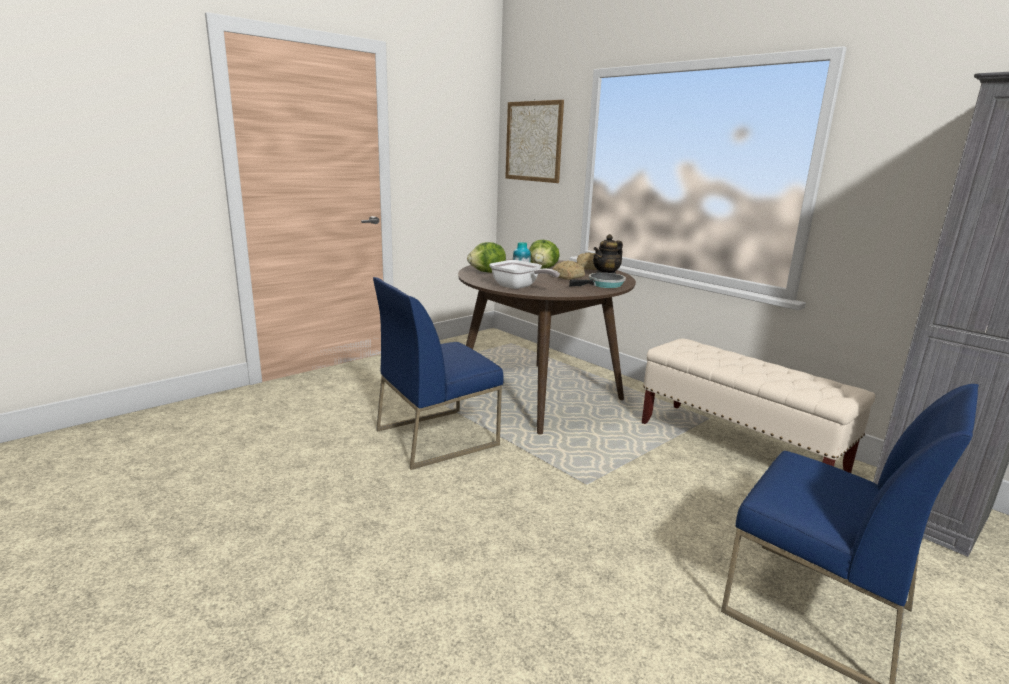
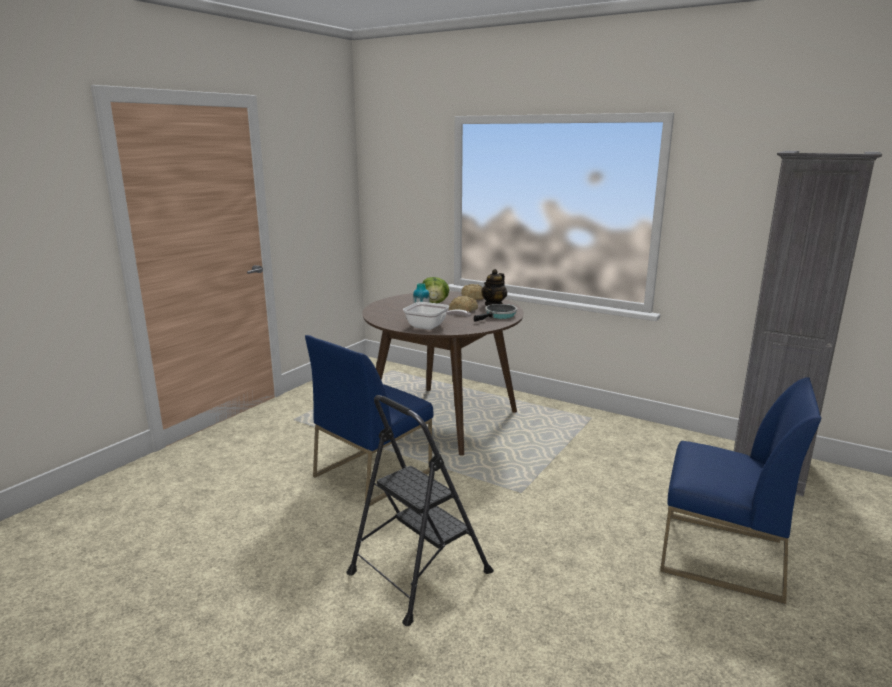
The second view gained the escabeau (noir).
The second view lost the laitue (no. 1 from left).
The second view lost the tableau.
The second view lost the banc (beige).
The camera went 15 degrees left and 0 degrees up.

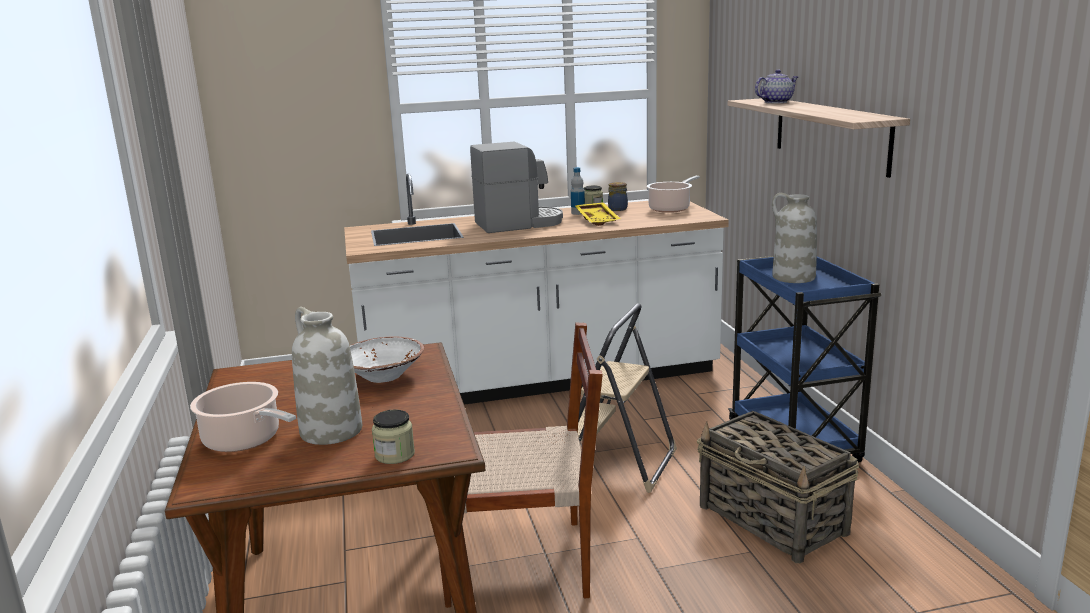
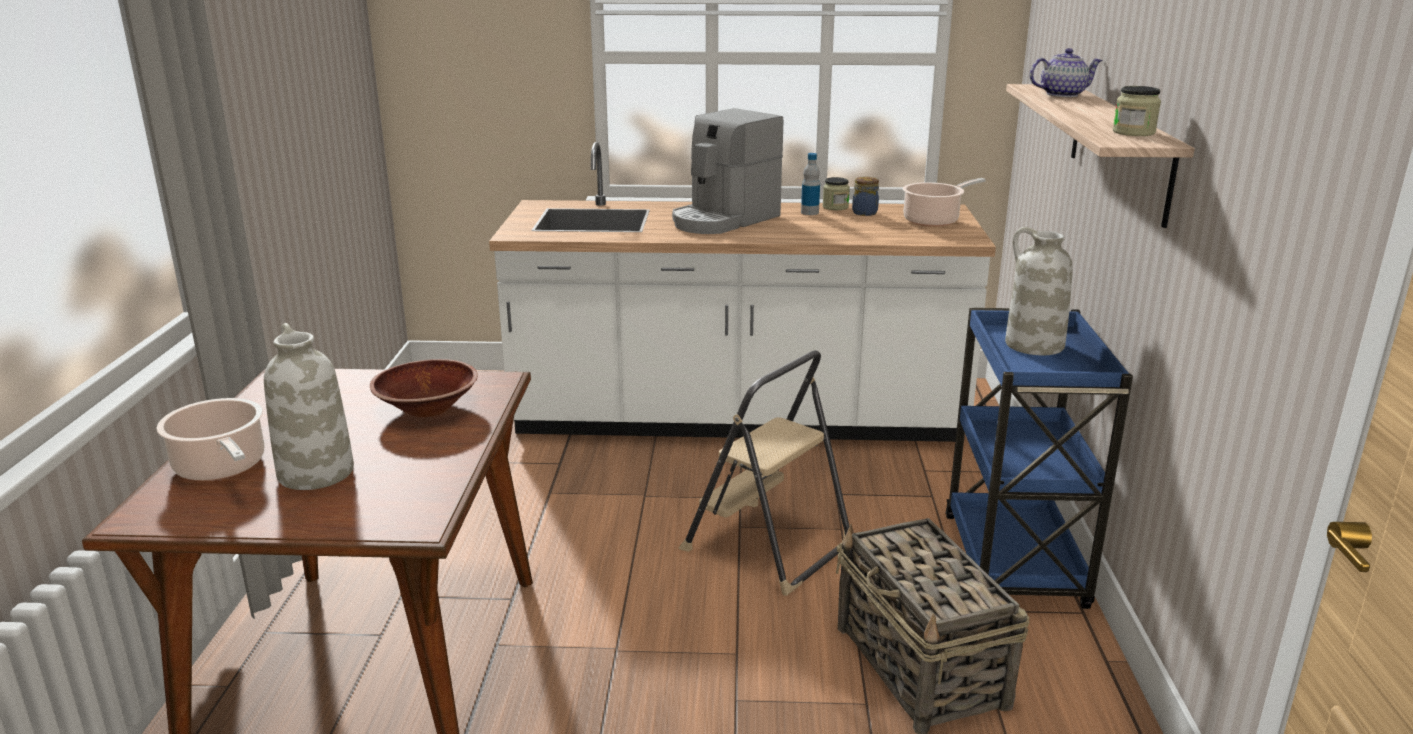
What was the bol (blanc) turned into the bol (marron).
The machine à café ended up facing another way, 135 degrees clockwise from before.
The bocal (no. 1 from left in the first image) ended up elsewhere.
The second view lost the chaise.
The second view lost the plateau (jaune).
The camera went 15 degrees right and 5 degrees up.

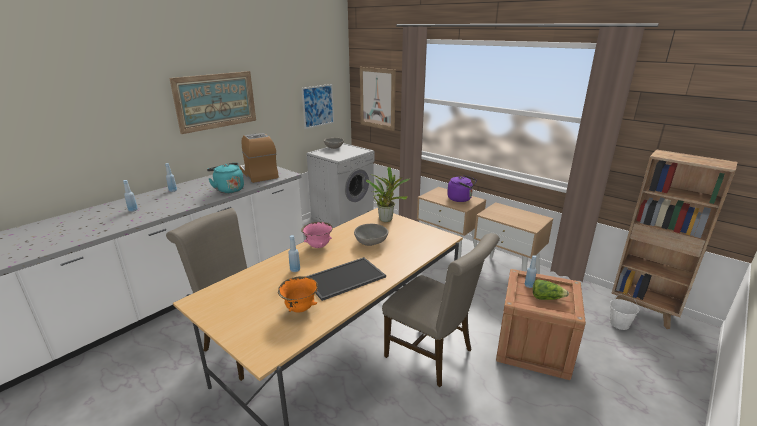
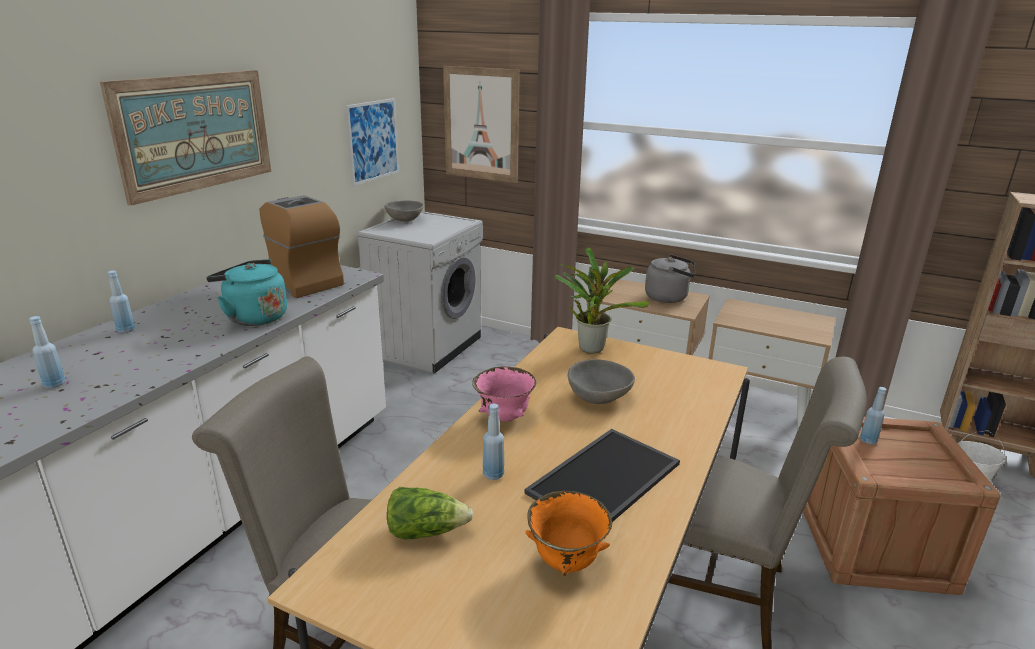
The laitue ended up elsewhere.
What was the bouilloire (violet) turned into the bouilloire (gris).
The camera went 15 degrees left and 0 degrees up.

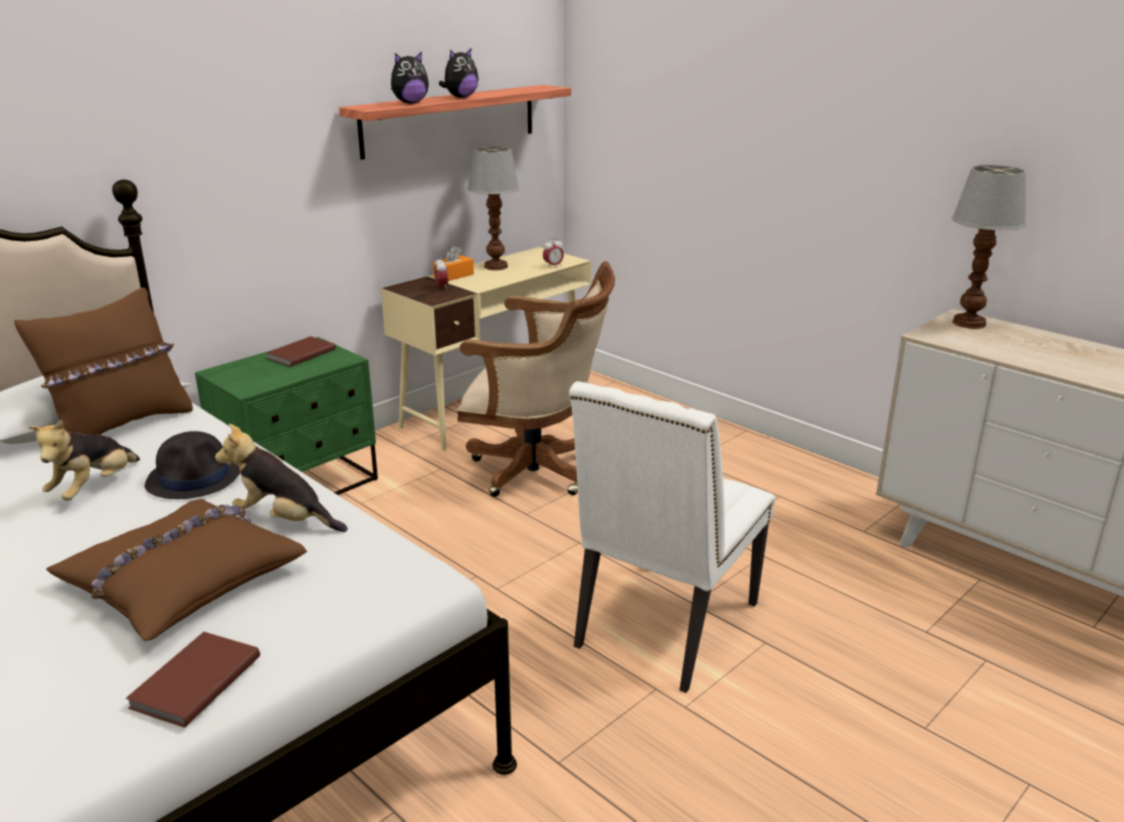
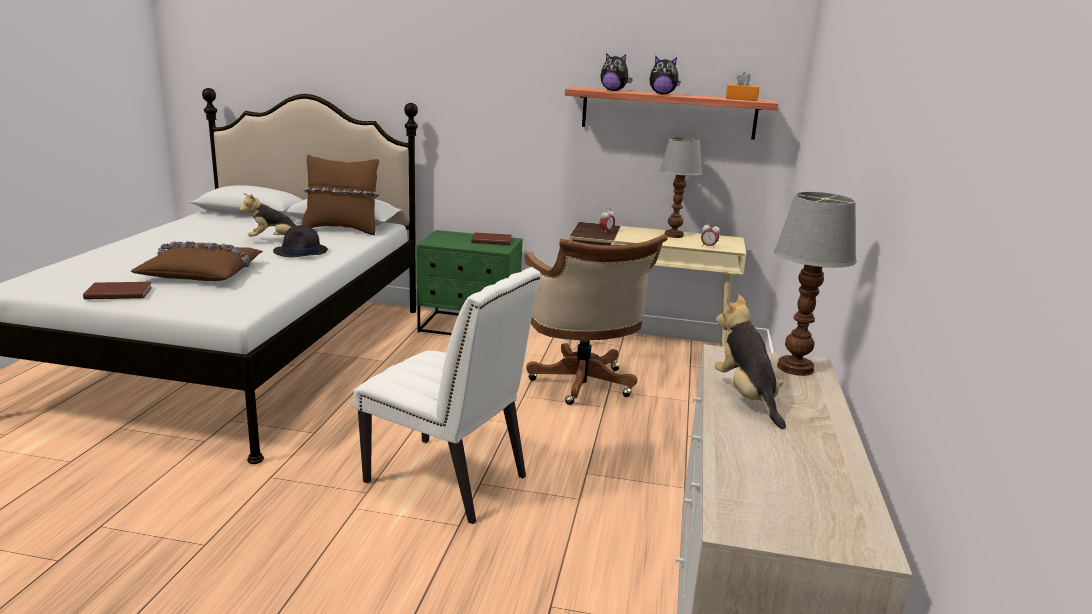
The chaise (blanc) ended up facing another way, 150 degrees counterclockwise from before.
The peluche (no. 2 from left in the first image) ended up elsewhere.
The boîte à mouchoirs (orange) ended up elsewhere.
The camera went 55 degrees right and 5 degrees down.

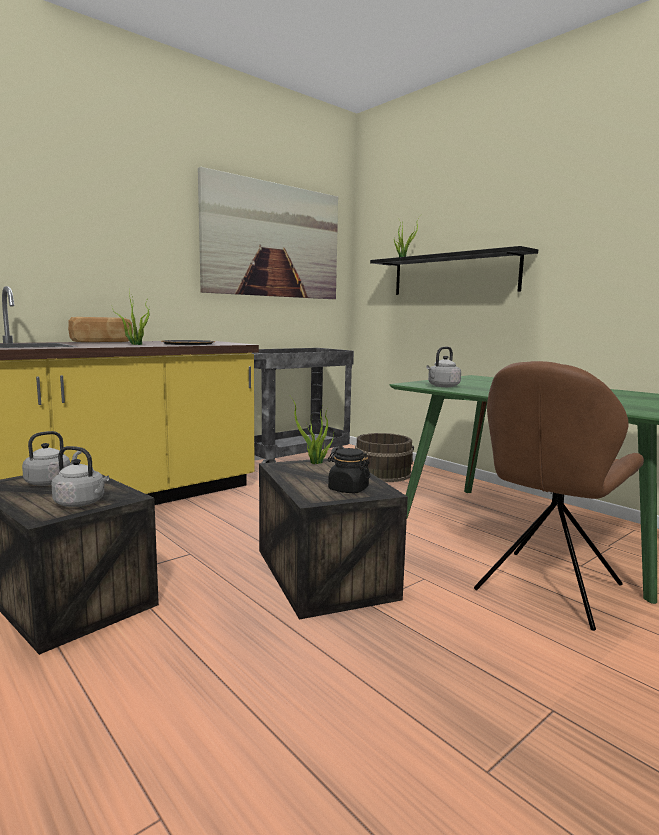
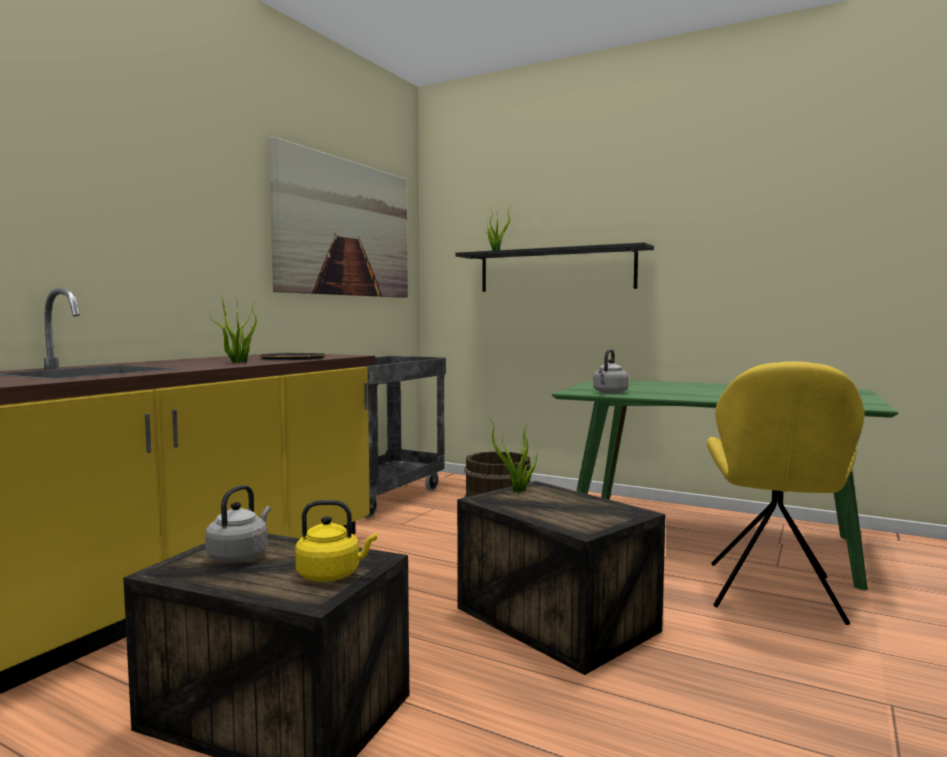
What was the bouilloire (gris) (no. 2 from left) turned into the bouilloire (jaune).
What was the chaise (marron) turned into the chaise (jaune).
The second view lost the pain.
The second view lost the bocal (noir).
The camera went 20 degrees left and 5 degrees down.

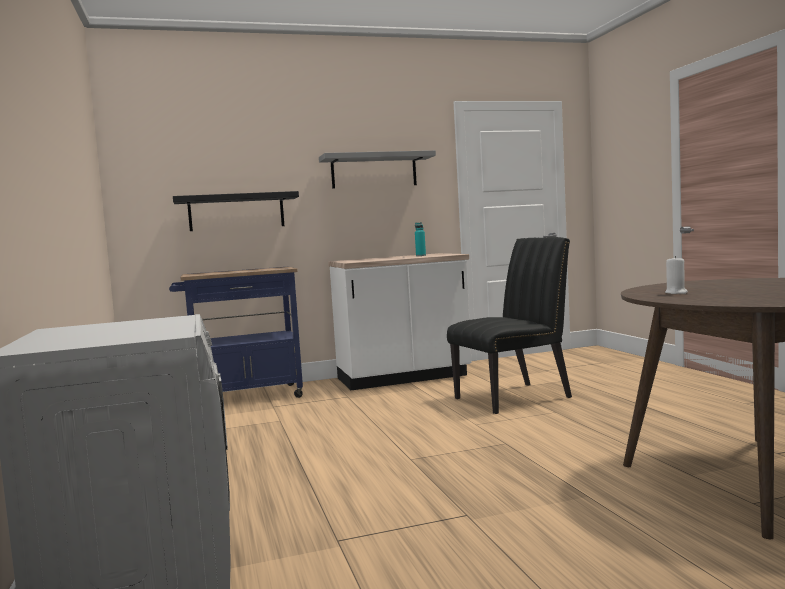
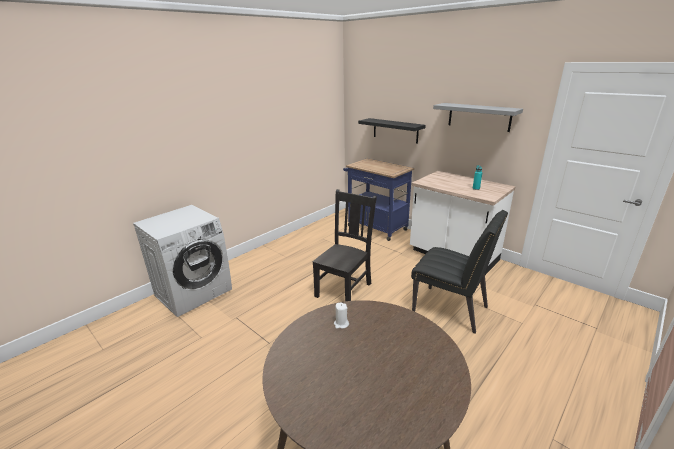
The second view gained the chaise (noir) (no. 1 from left).
The camera went 60 degrees right and 20 degrees up.

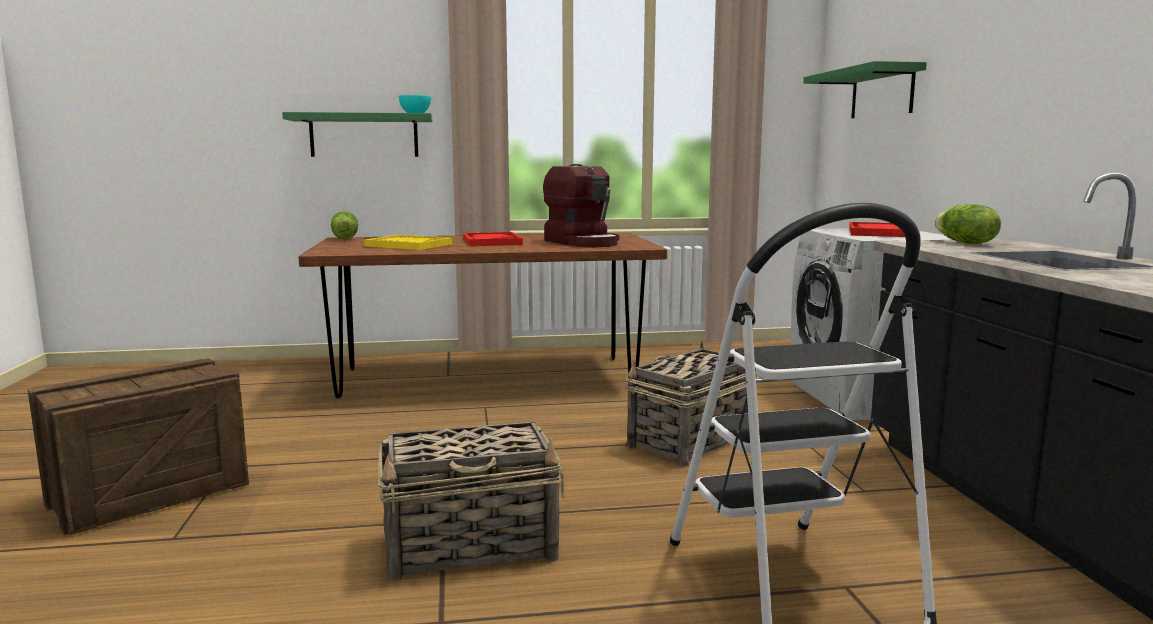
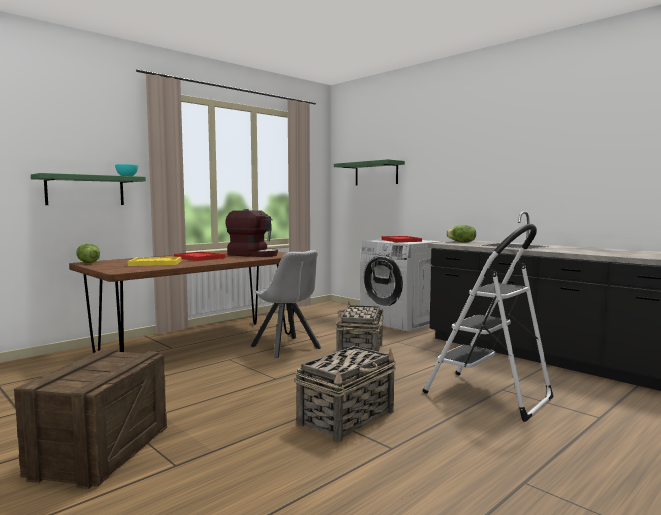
The second view gained the chaise (gris).
The camera went 35 degrees left and 5 degrees down.

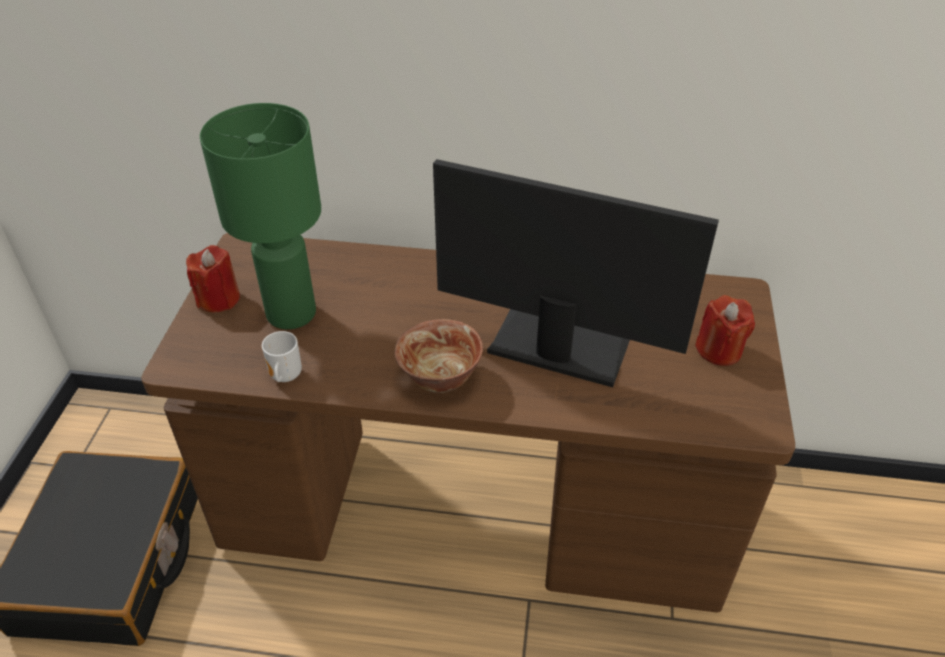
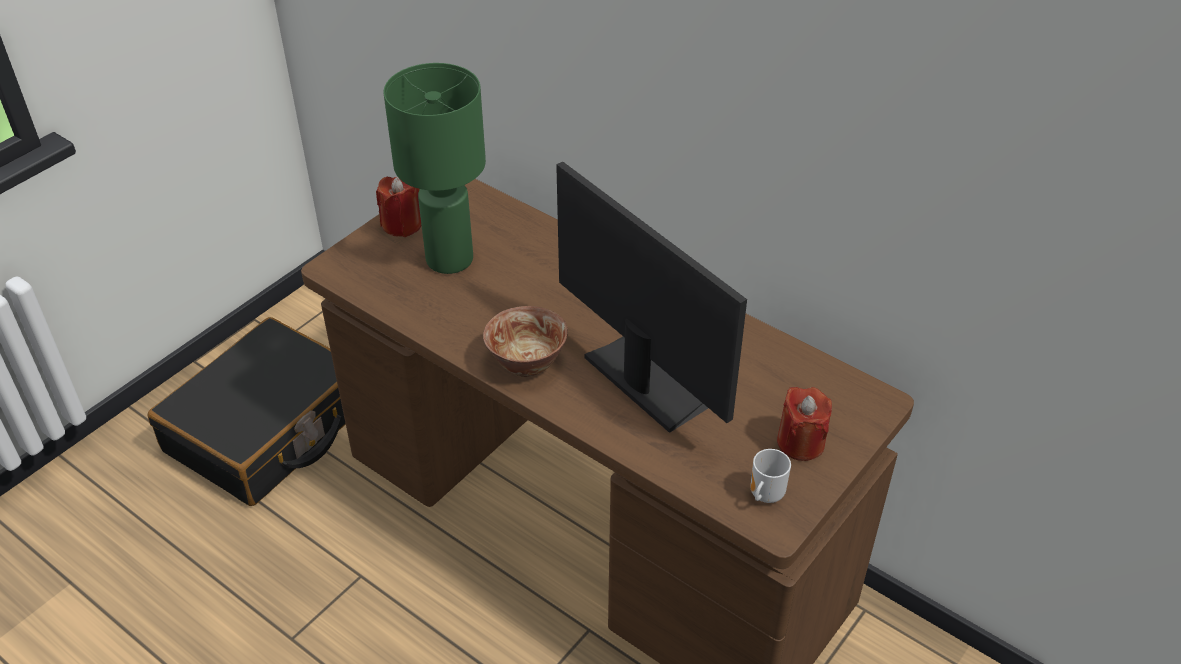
The mug ended up elsewhere.
The camera went 30 degrees right and 0 degrees up.

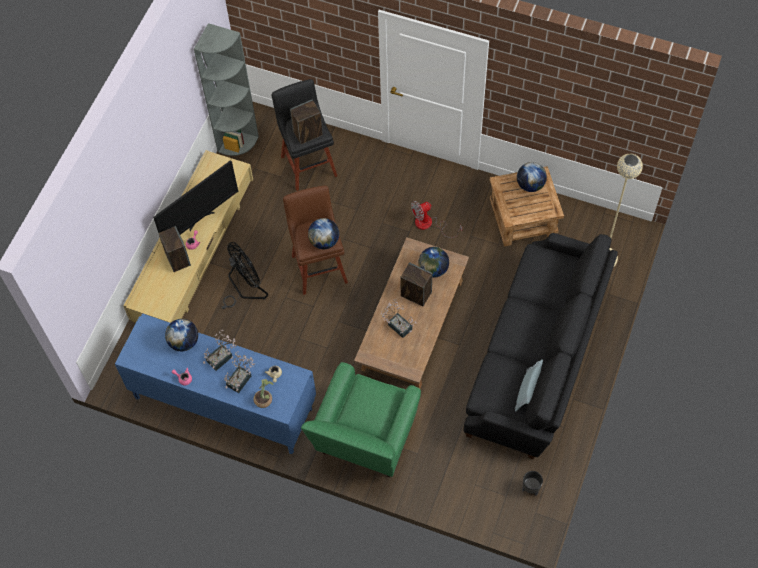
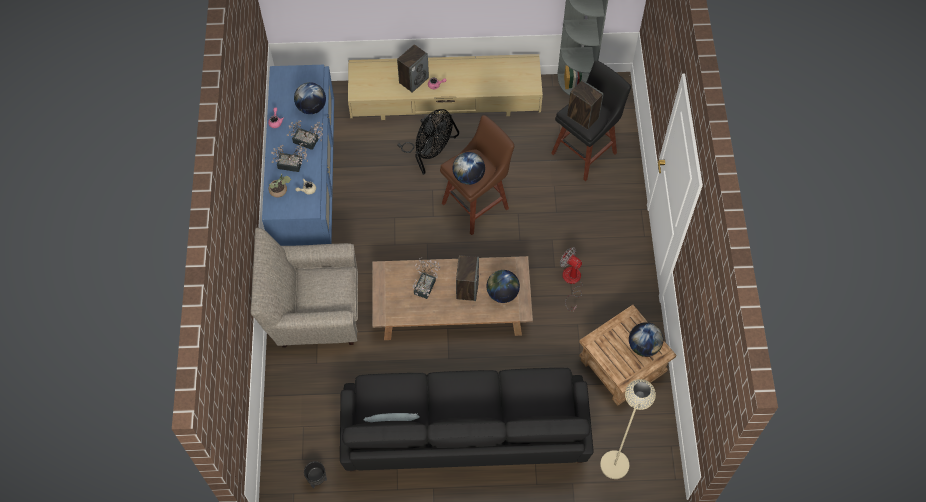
What was the fauteuil (vert) turned into the fauteuil (beige).
The second view lost the téléviseur.
The camera went 65 degrees right and 0 degrees up.

